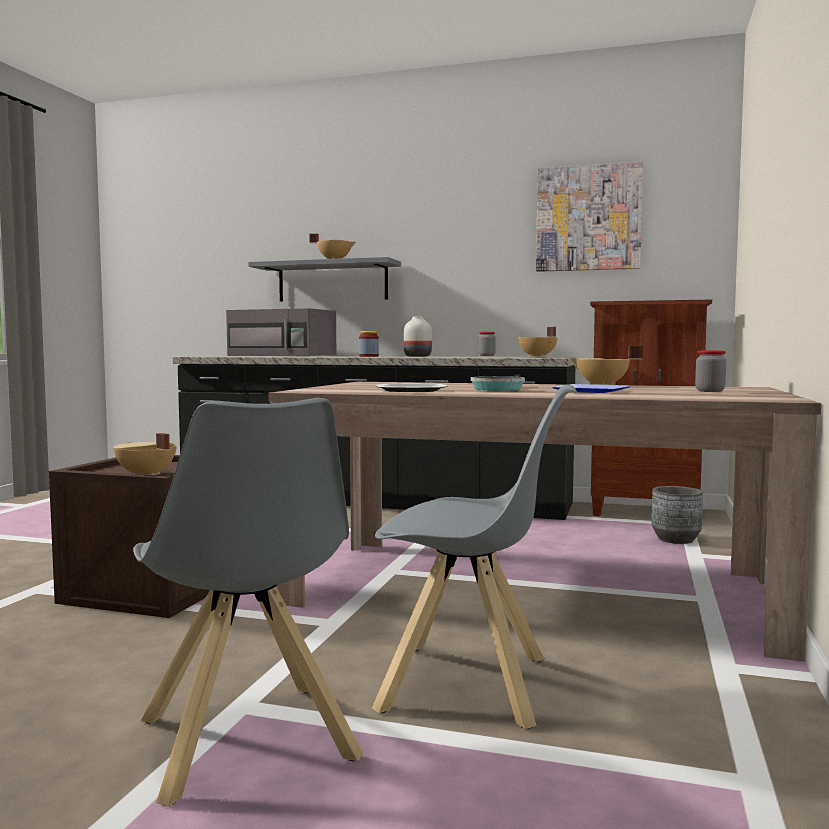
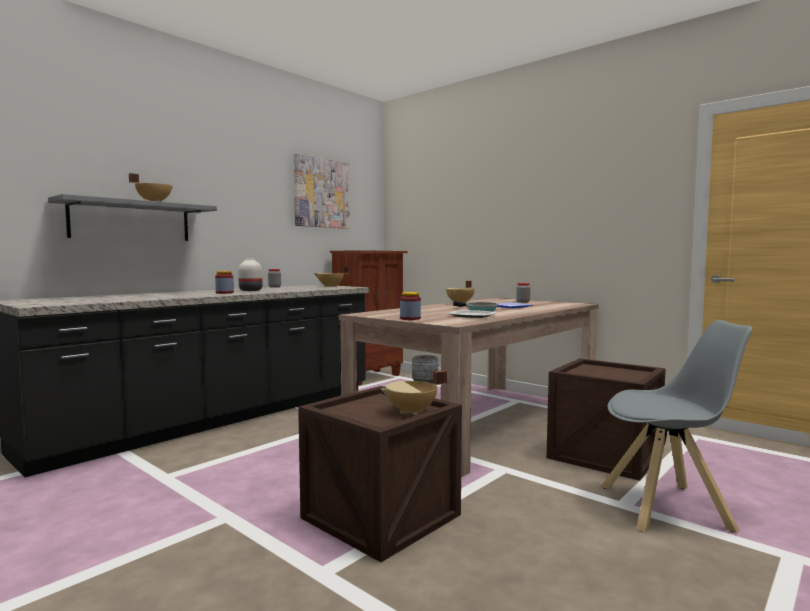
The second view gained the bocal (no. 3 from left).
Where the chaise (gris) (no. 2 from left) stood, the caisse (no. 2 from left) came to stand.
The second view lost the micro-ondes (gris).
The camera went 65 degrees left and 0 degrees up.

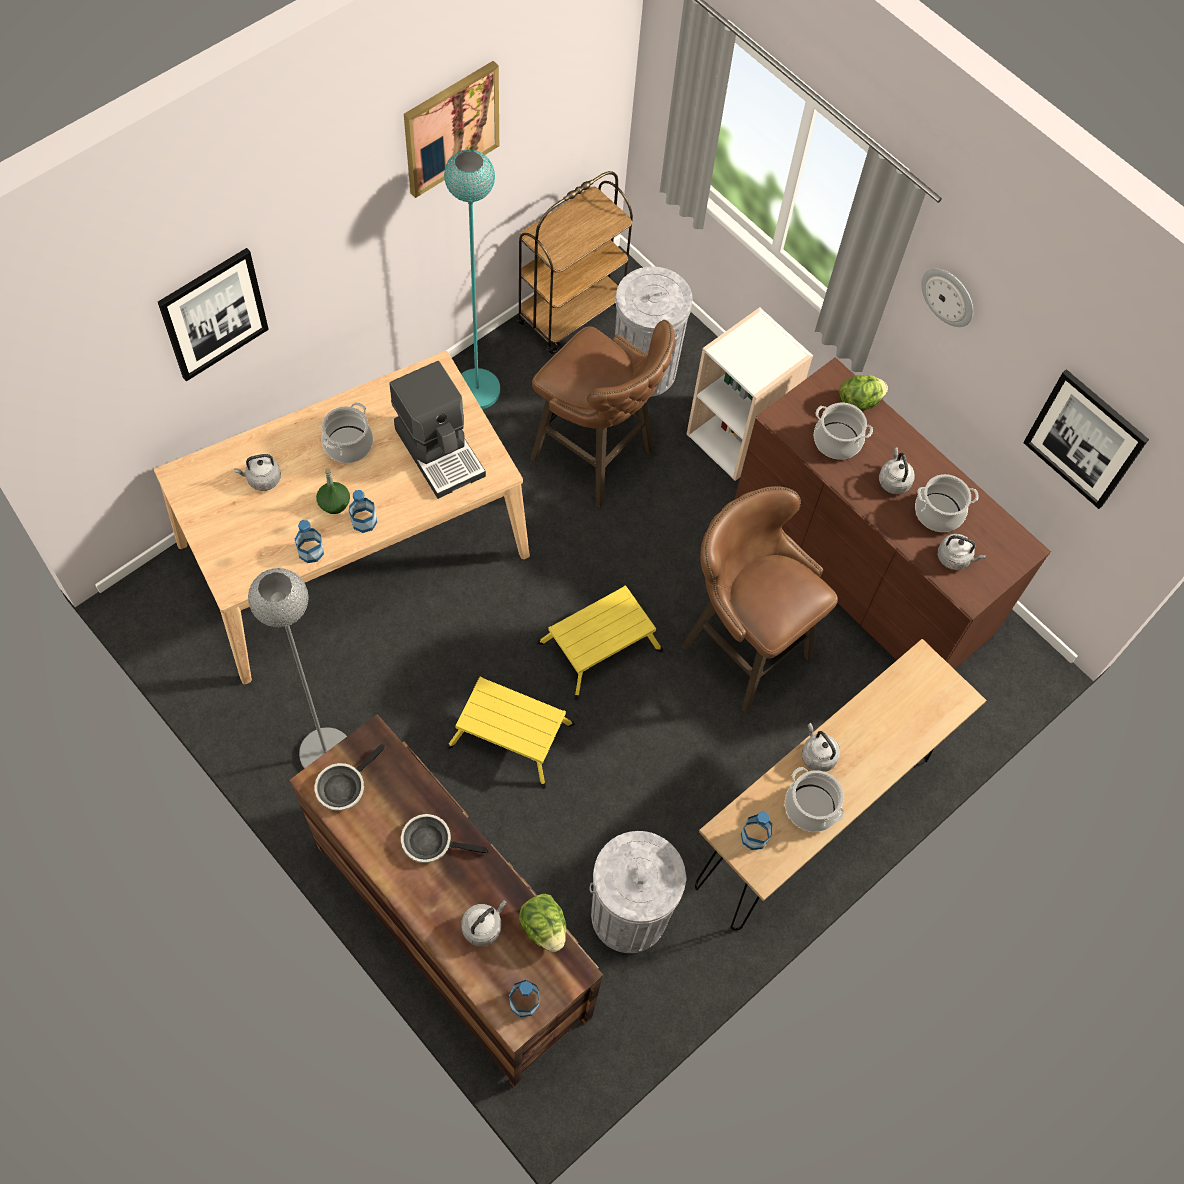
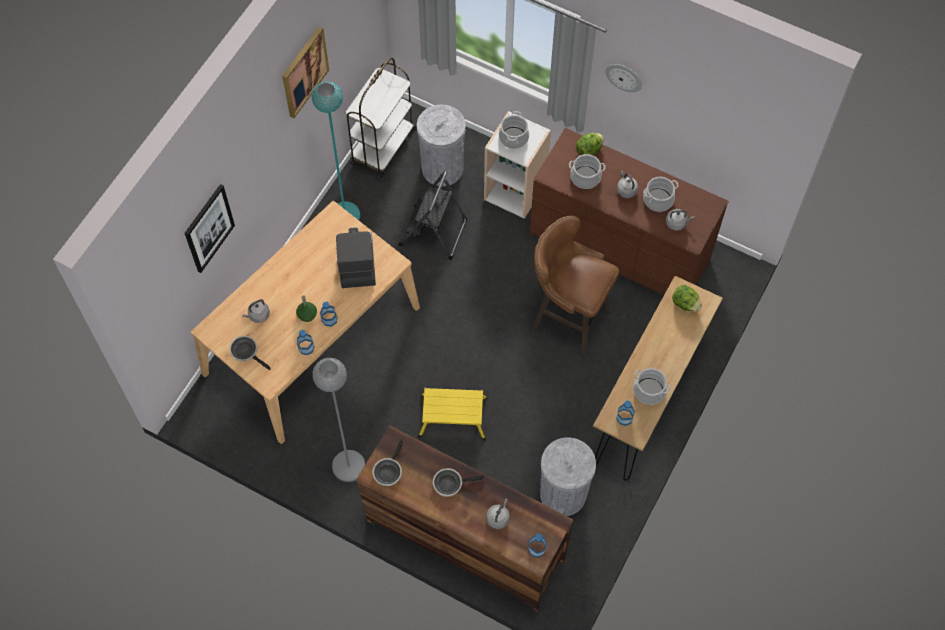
The second view gained the poêle (no. 1 from left).
The machine à café ended up facing another way, 135 degrees counterclockwise from before.
What was the chariot (marron) turned into the chariot (blanc).
Where the tabouret (marron) (no. 1 from left) stood, the escabeau (noir) came to stand.
The marmite (no. 1 from left) ended up elsewhere.
The laitue (no. 1 from left in the first image) ended up elsewhere.
The second view lost the escabeau (jaune) (no. 2 from left).
The second view lost the bouilloire (gris) (no. 3 from left).
The second view lost the tableau (no. 3 from left).
The camera went 15 degrees left and 0 degrees up.

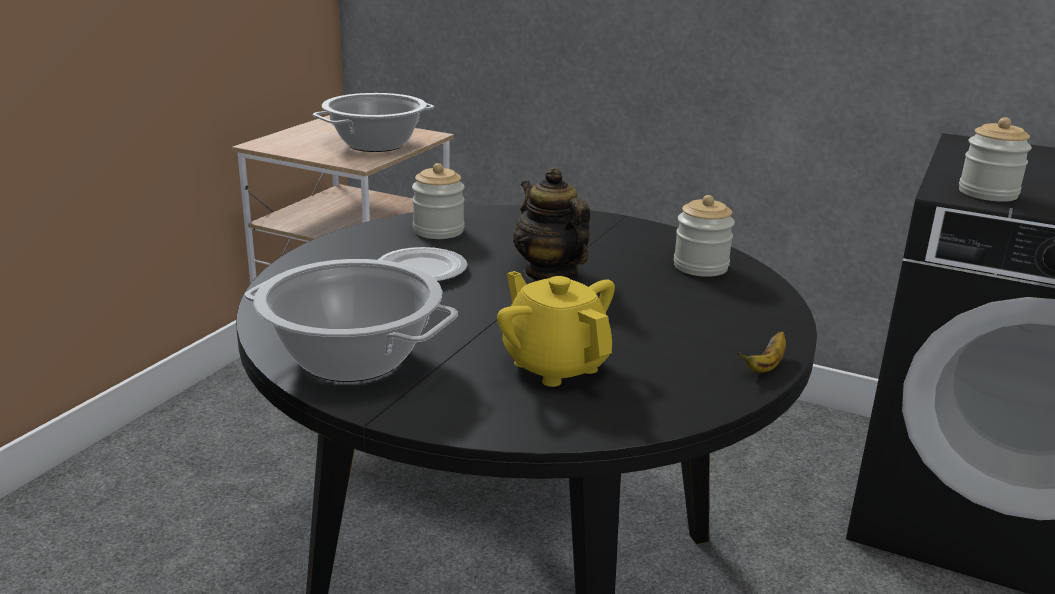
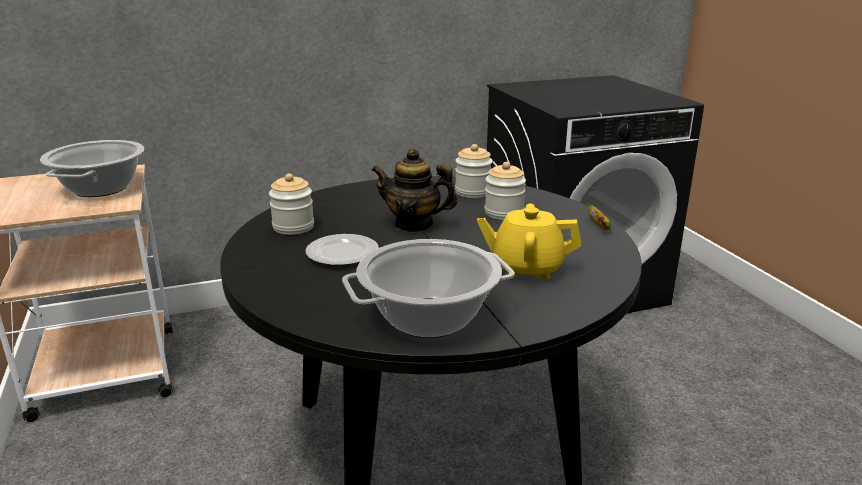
The bocal (no. 3 from left) ended up elsewhere.
The camera went 45 degrees left and 0 degrees up.

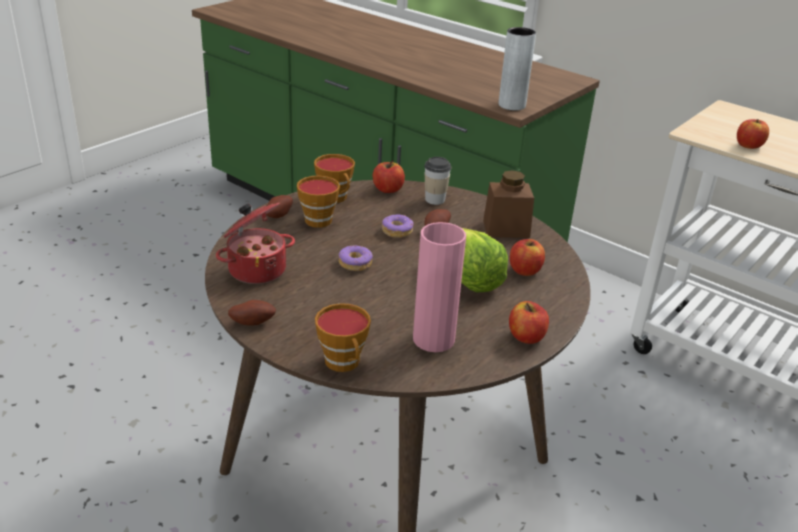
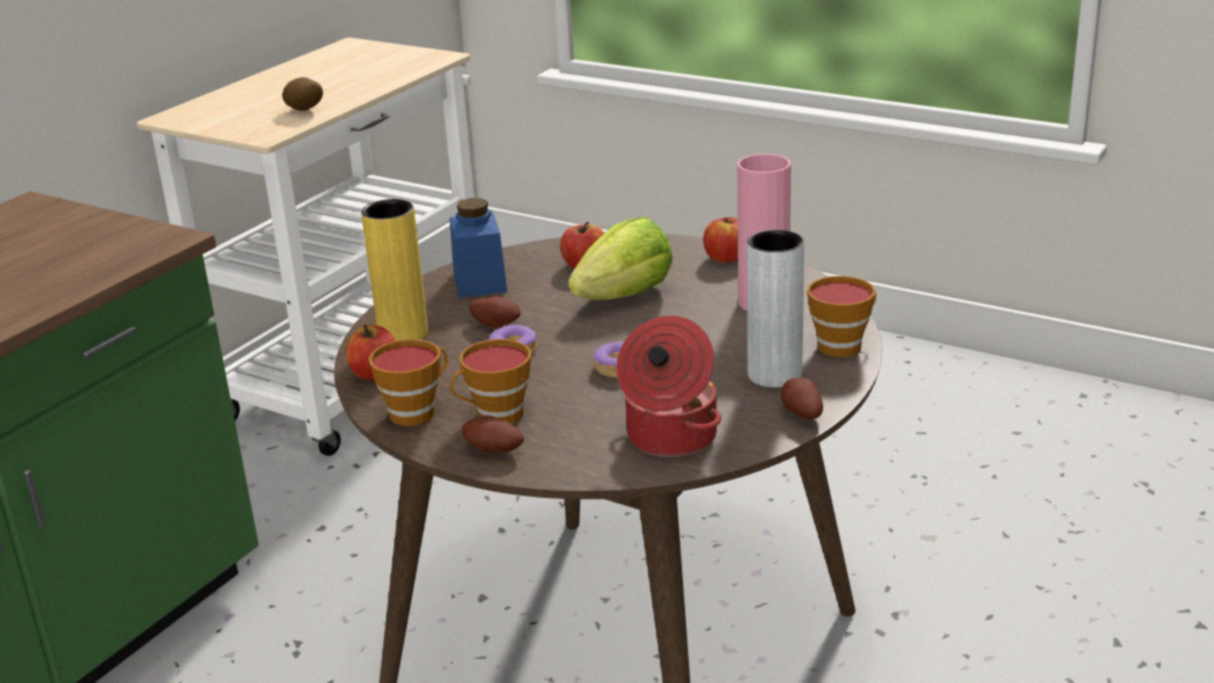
Where the pomme (no. 4 from left) stood, the pomme de terre (no. 1 from left) came to stand.
Where the tasse (no. 4 from left) stood, the vase (jaune) came to stand.
What was the bocal (marron) turned into the bocal (bleu).
The vase (gris) ended up elsewhere.
The camera went 95 degrees left and 5 degrees down.

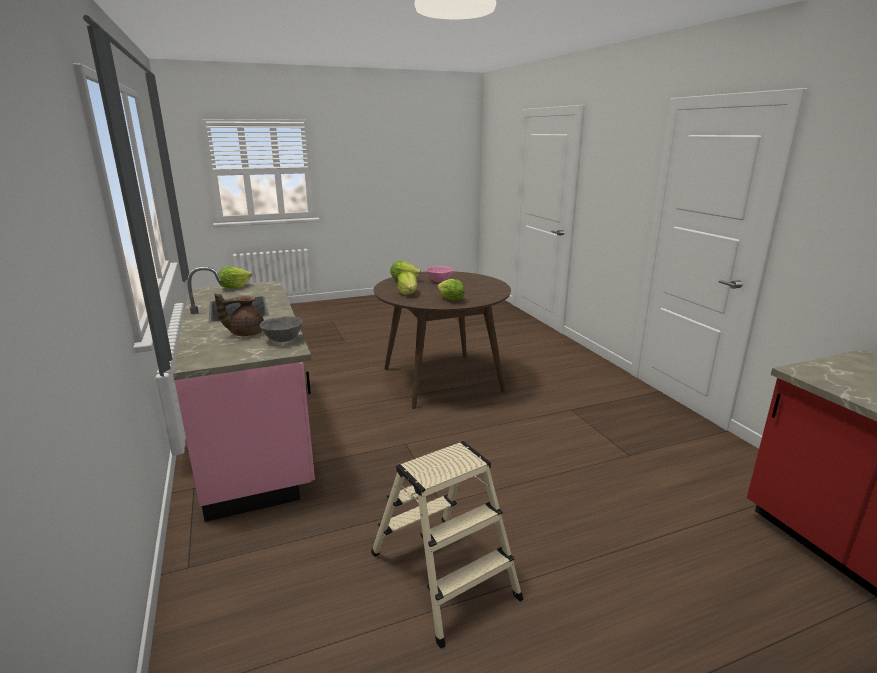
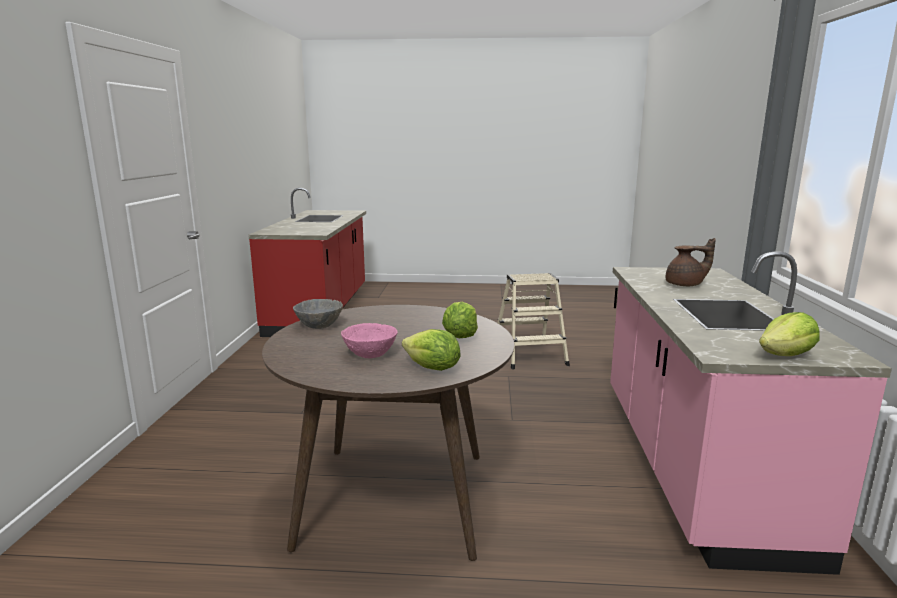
The bol (gris) ended up elsewhere.
The second view lost the laitue (no. 4 from left).
The camera went 155 degrees left and 5 degrees down.

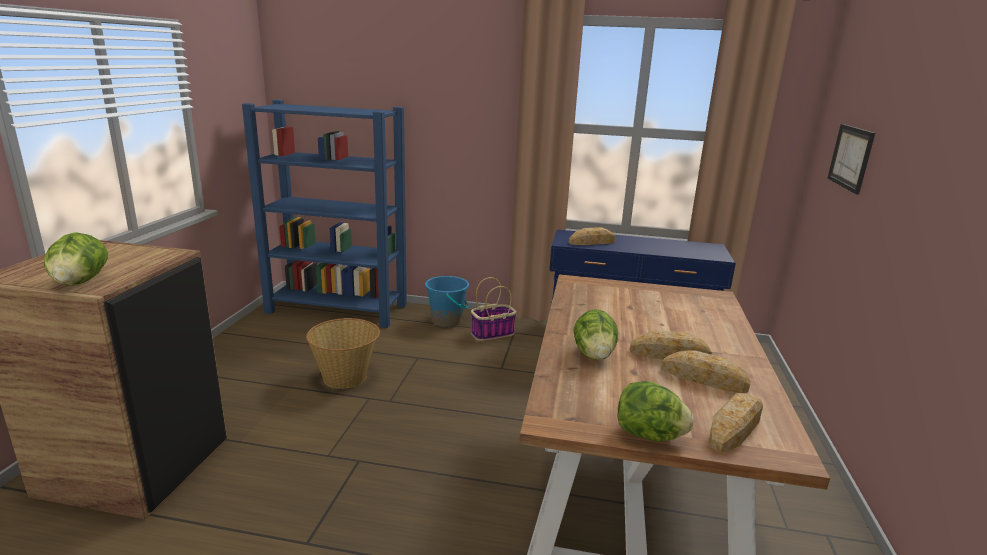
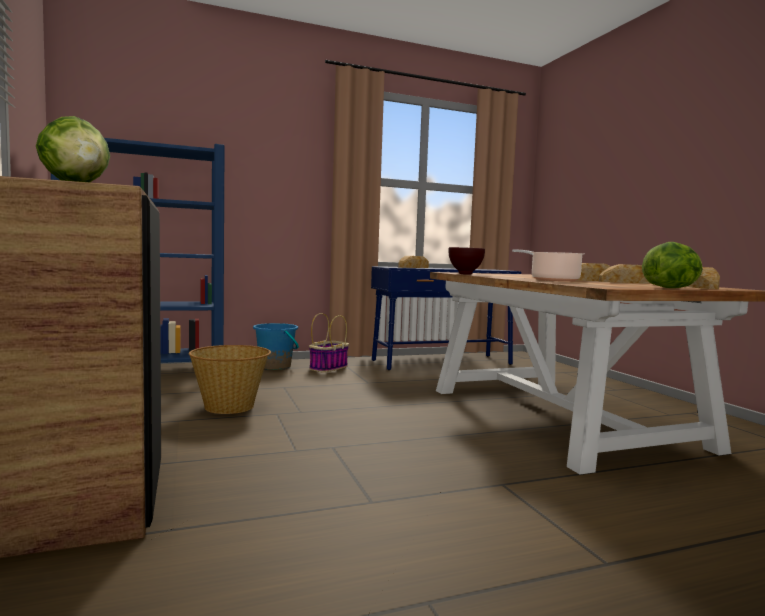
The second view gained the bol (marron).
Where the laitue (no. 2 from left) stood, the marmite came to stand.
The second view lost the tableau.
The camera went 30 degrees left and 15 degrees down.

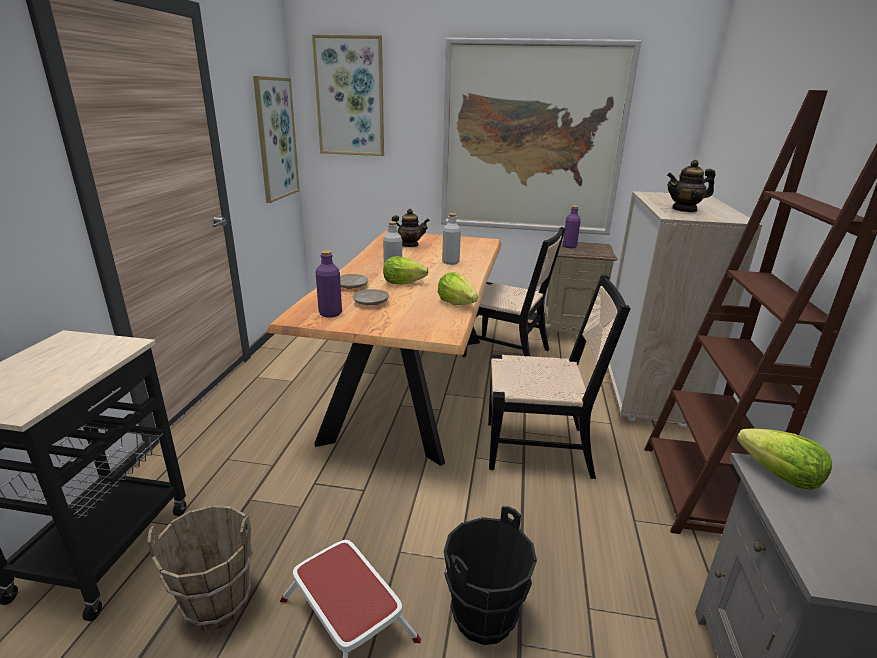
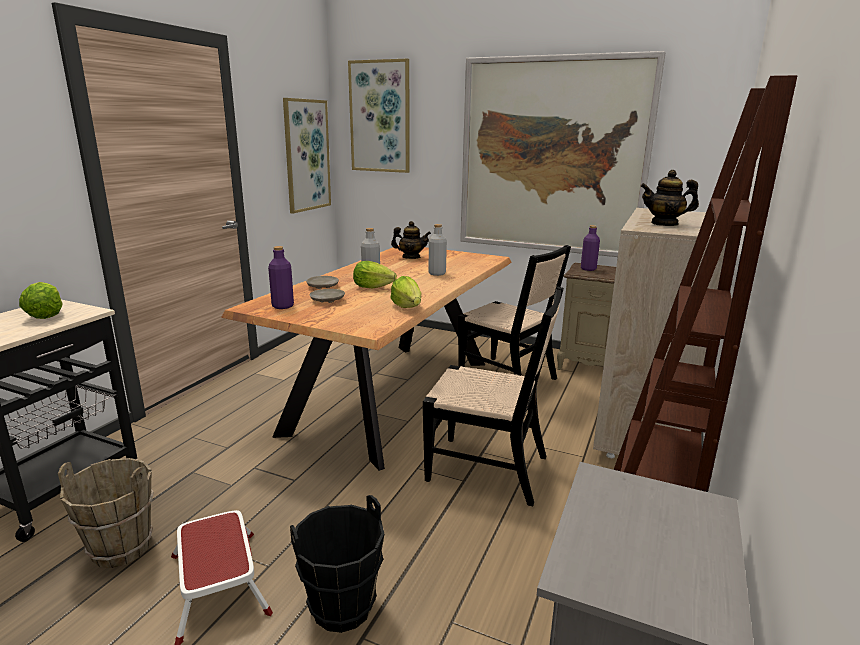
The laitue (no. 3 from left in the first image) ended up elsewhere.
The camera went 15 degrees right and 5 degrees down.

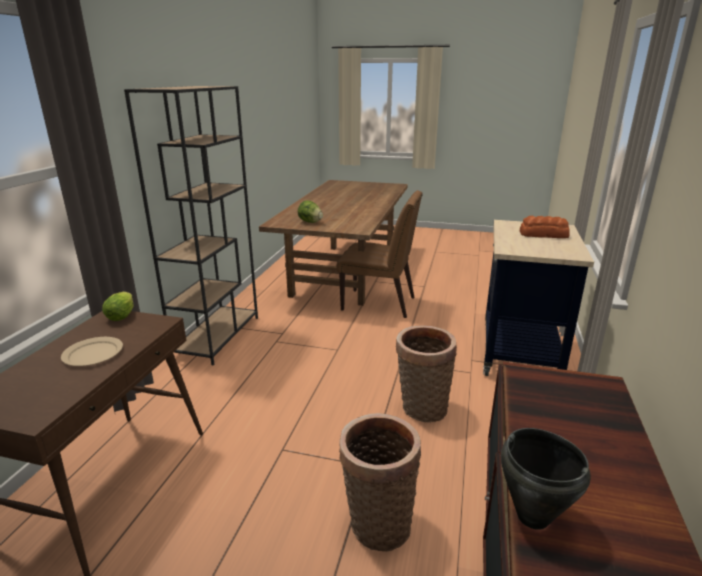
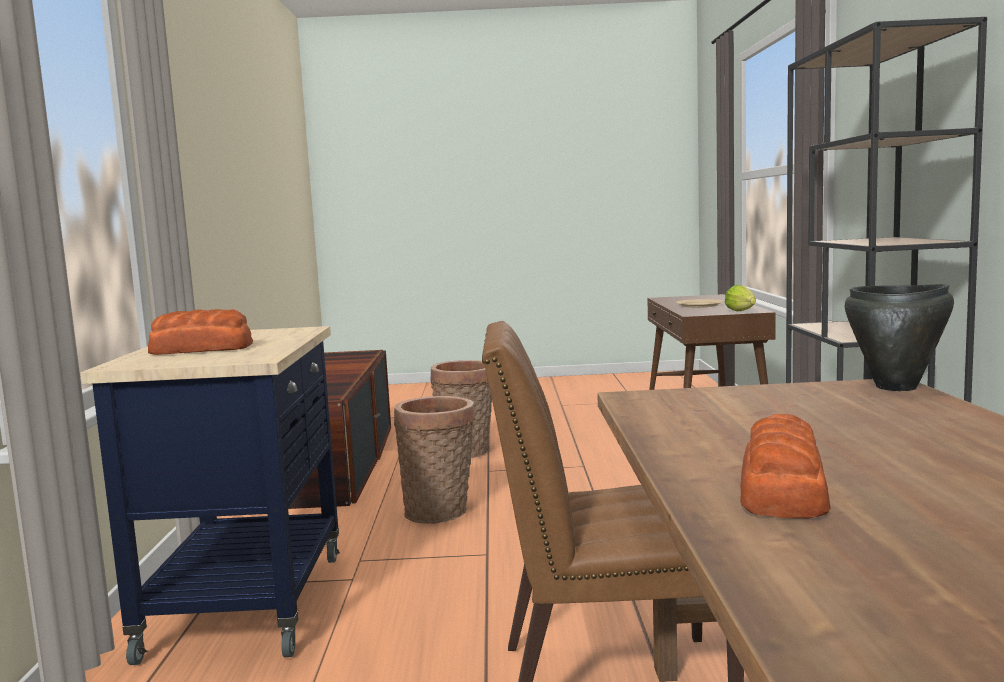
The second view gained the pain (no. 2 from left).
The marmite (noir) ended up elsewhere.
The second view lost the laitue (no. 2 from left).
The camera went 165 degrees right and 15 degrees down.

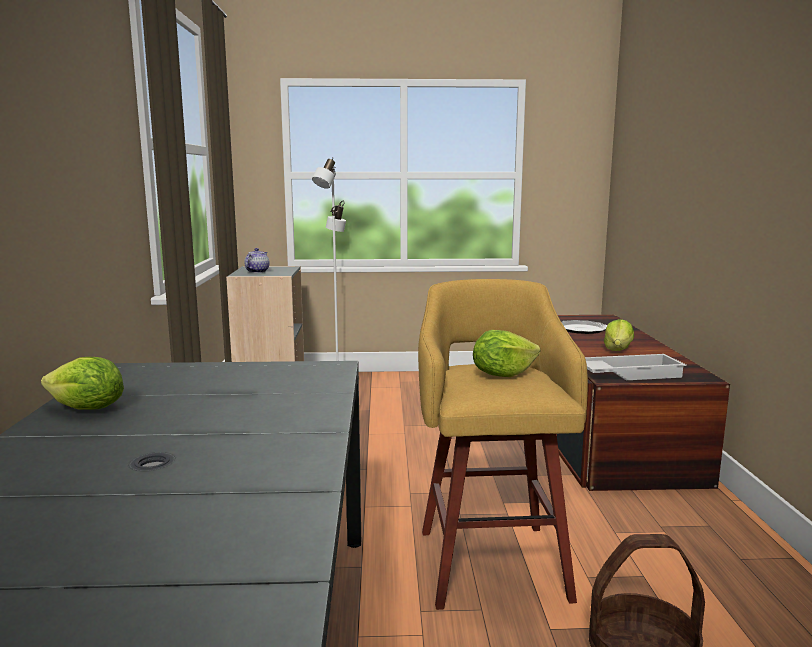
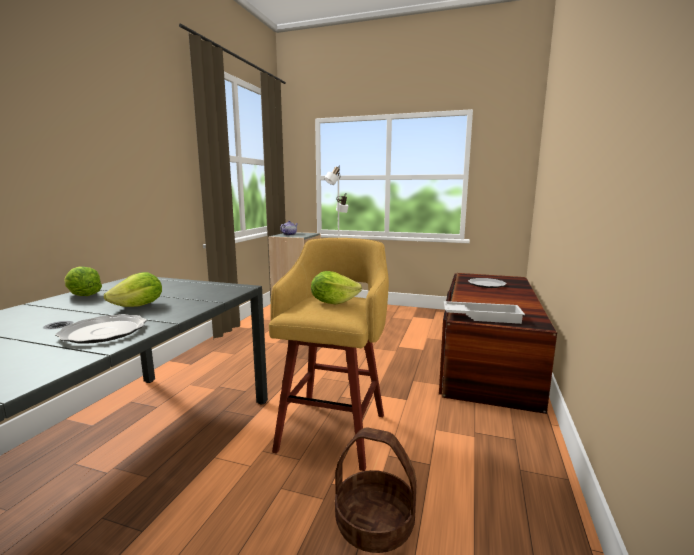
The second view gained the assiette (no. 1 from left).
The laitue (no. 3 from left in the first image) ended up elsewhere.
The camera went 20 degrees right and 0 degrees up.

